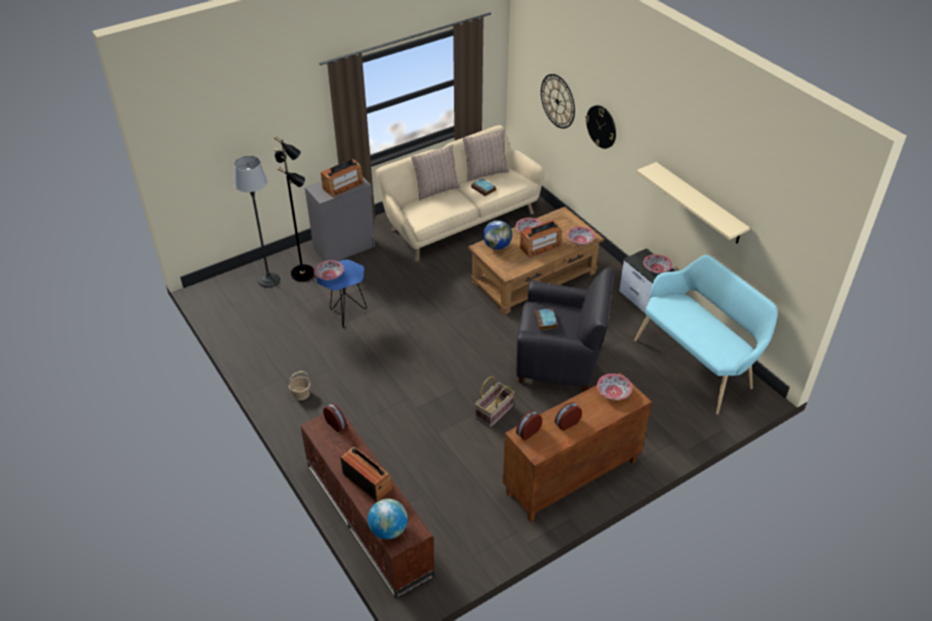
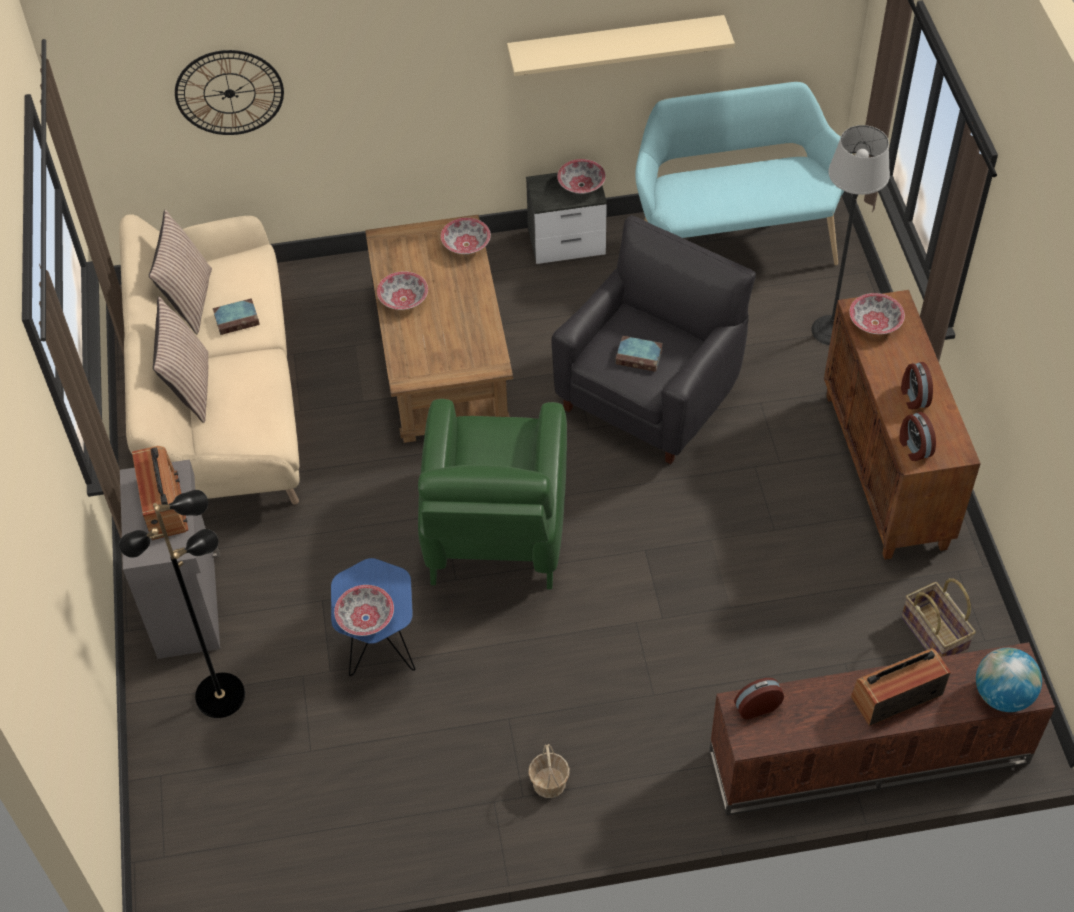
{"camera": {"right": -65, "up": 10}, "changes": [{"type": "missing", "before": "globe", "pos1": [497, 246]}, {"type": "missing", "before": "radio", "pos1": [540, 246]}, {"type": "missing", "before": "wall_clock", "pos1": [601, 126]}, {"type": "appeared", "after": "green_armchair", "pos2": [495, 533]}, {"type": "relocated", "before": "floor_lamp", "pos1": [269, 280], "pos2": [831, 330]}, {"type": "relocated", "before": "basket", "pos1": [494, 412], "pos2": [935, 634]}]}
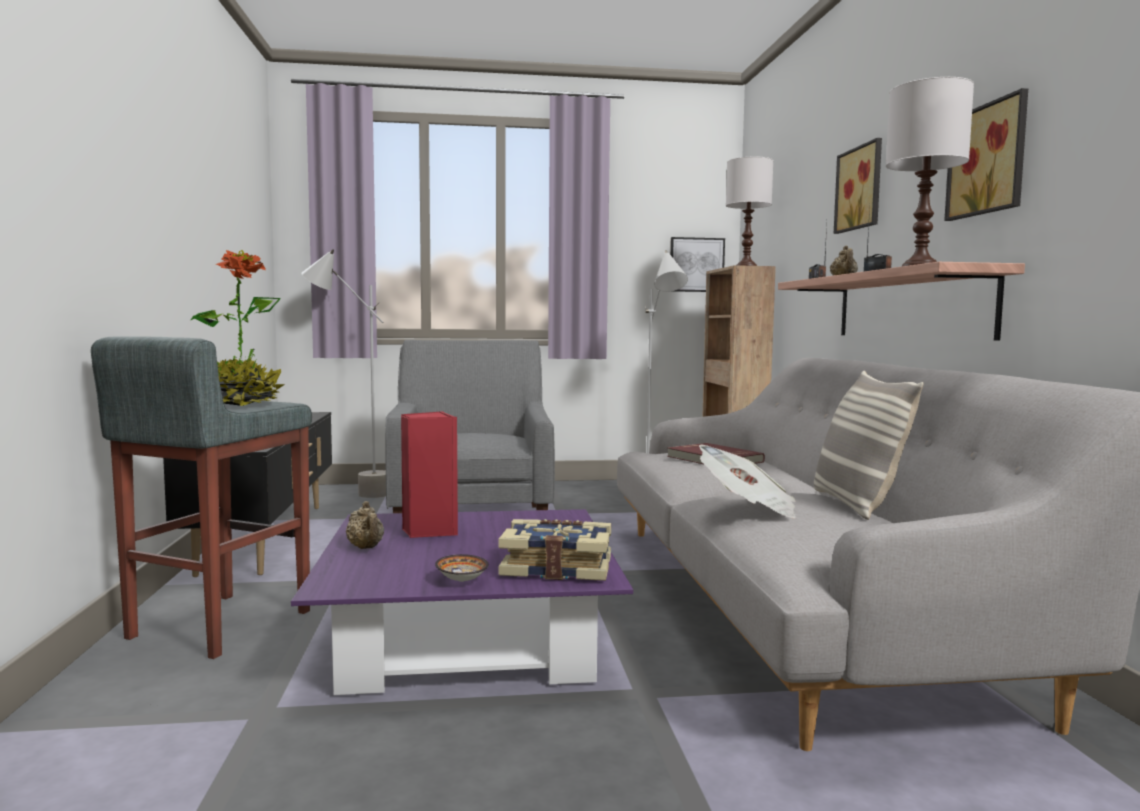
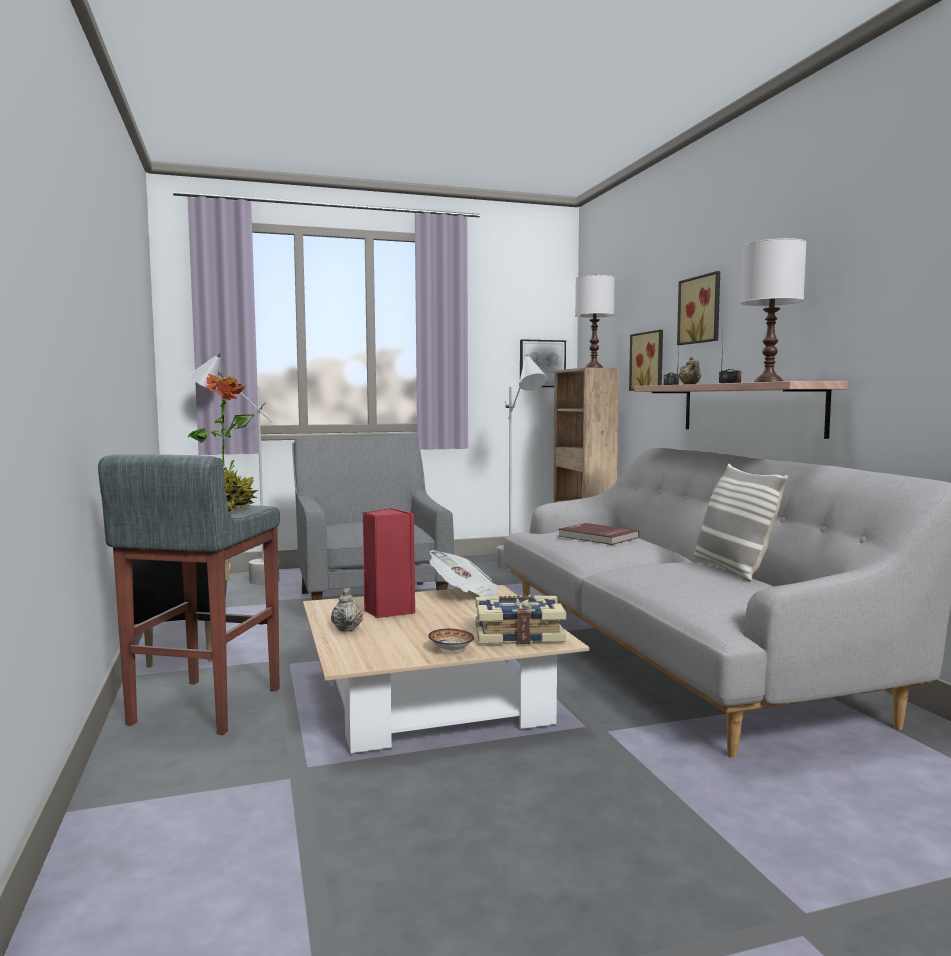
{"camera": {"right": -10, "up": 0}, "changes": [{"type": "relocated", "before": "newspaper", "pos1": [748, 508], "pos2": [465, 595]}, {"type": "relocated", "before": "picture", "pos1": [990, 160], "pos2": [649, 361]}, {"type": "colour", "before": "purple_coffee_table", "after": "beige_coffee_table", "pos1": [470, 637], "pos2": [433, 699]}, {"type": "spun", "before": "beige_teapot", "pos1": [366, 548], "pos2": [347, 629], "turn": -150}]}
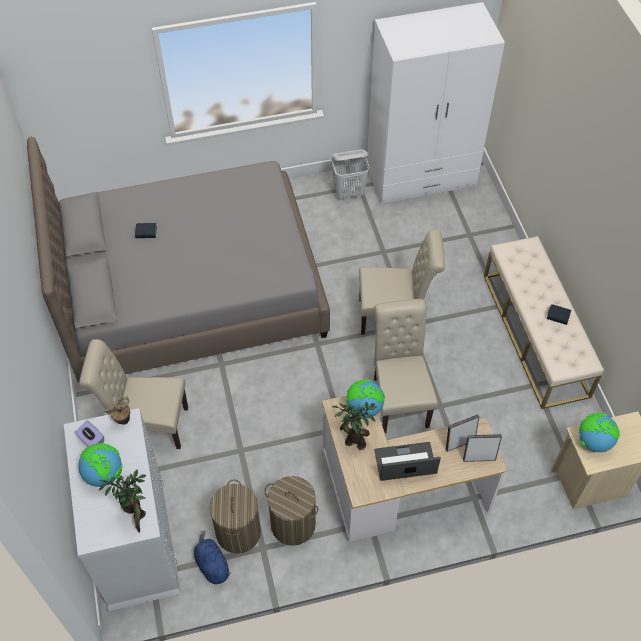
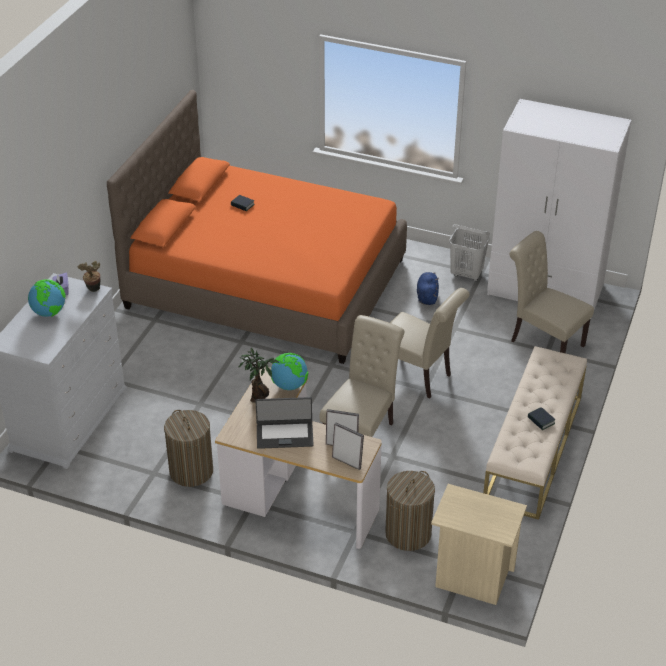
{"camera": {"right": 35, "up": -15}, "changes": [{"type": "missing", "before": "potted_plant", "pos1": [135, 514]}, {"type": "missing", "before": "globe", "pos1": [593, 441]}, {"type": "relocated", "before": "beige_chair", "pos1": [147, 425], "pos2": [543, 341]}, {"type": "relocated", "before": "blue_plush_toy", "pos1": [212, 564], "pos2": [427, 296]}, {"type": "relocated", "before": "laundry_basket", "pos1": [238, 532], "pos2": [408, 533]}, {"type": "colour", "before": "grey_bed", "after": "orange_bed", "pos1": [191, 290], "pos2": [266, 283]}, {"type": "spun", "before": "laptop", "pos1": [405, 463], "pos2": [284, 434], "turn": 150}]}
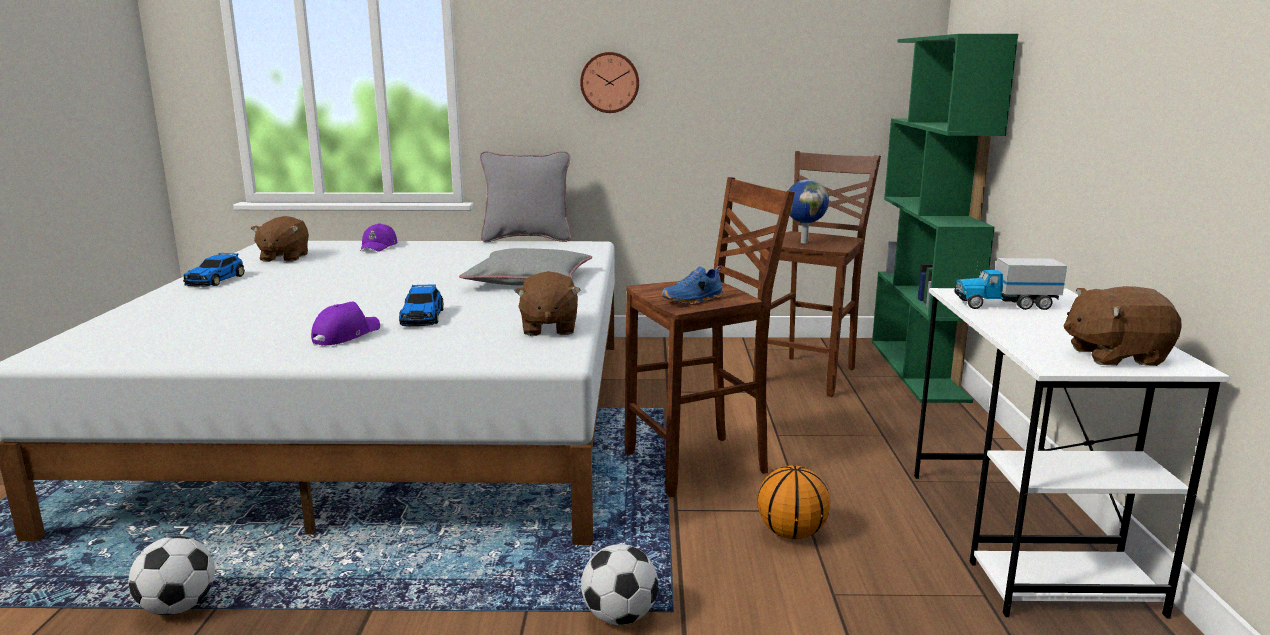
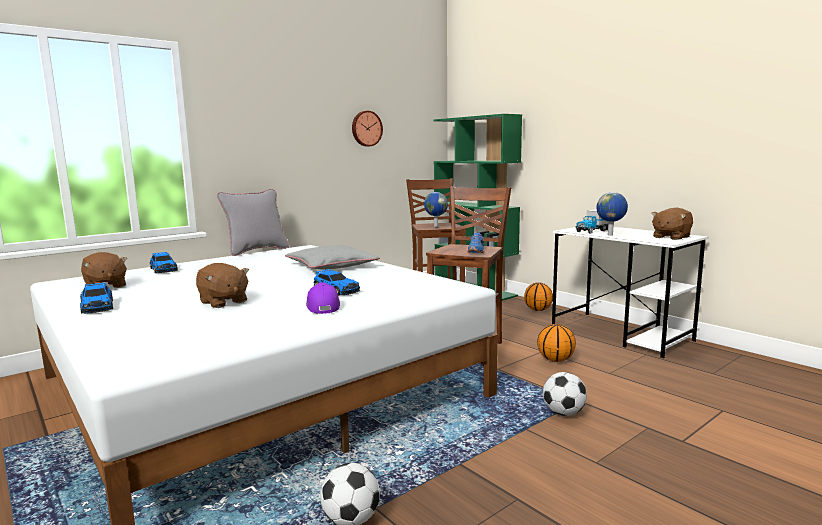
{"camera": {"right": -40, "up": -5}, "changes": [{"type": "appeared", "after": "basketball", "pos2": [538, 310]}, {"type": "appeared", "after": "globe", "pos2": [610, 235]}, {"type": "relocated", "before": "brown_plush_toy", "pos1": [548, 328], "pos2": [223, 302]}, {"type": "relocated", "before": "wall_clock", "pos1": [609, 82], "pos2": [366, 128]}, {"type": "exchanged", "before": "purple_cap", "after": "toy_car", "pos1": [379, 247], "pos2": [164, 269]}]}
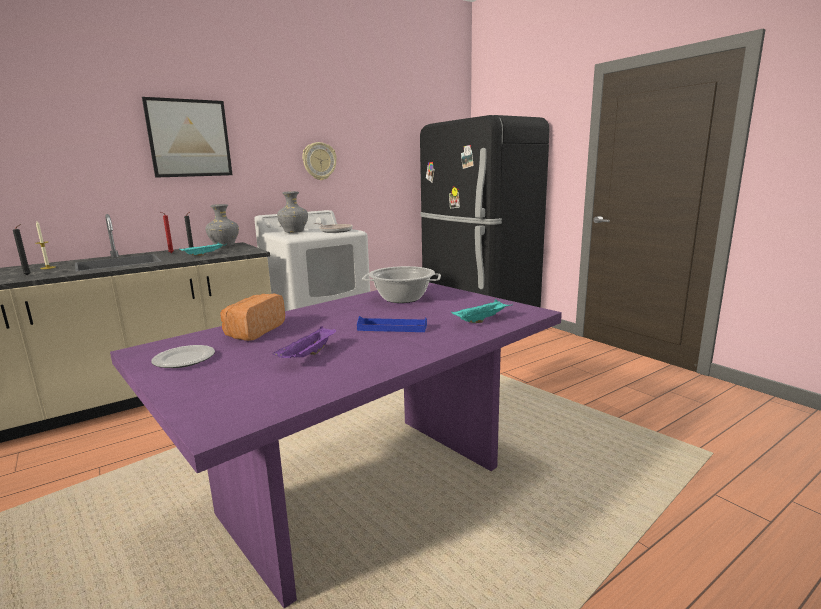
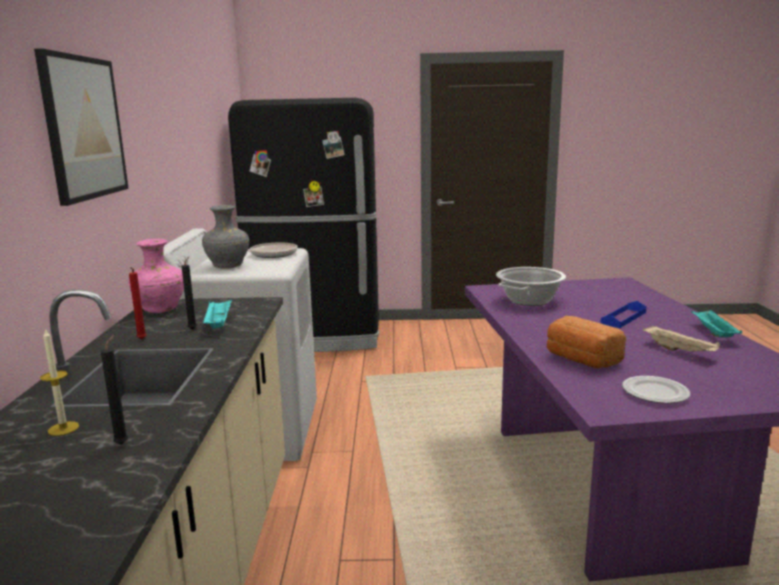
{"camera": {"right": -55, "up": 0}, "changes": [{"type": "missing", "before": "wall_clock", "pos1": [319, 161]}, {"type": "relocated", "before": "turquoise_tray", "pos1": [482, 320], "pos2": [713, 333]}, {"type": "colour", "before": "grey_vase", "after": "pink_vase", "pos1": [224, 246], "pos2": [160, 310]}, {"type": "colour", "before": "purple_tray", "after": "beige_tray", "pos1": [308, 356], "pos2": [680, 351]}]}
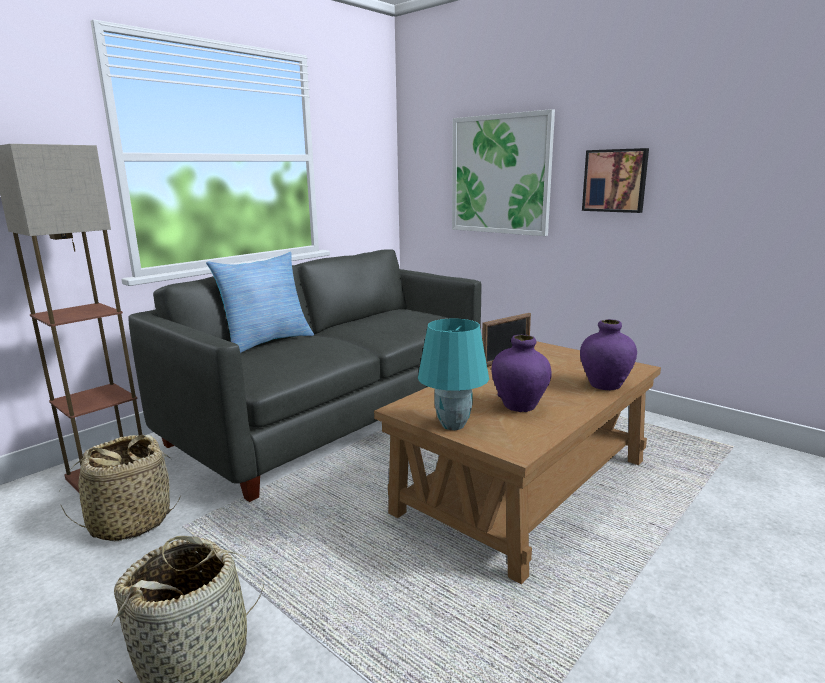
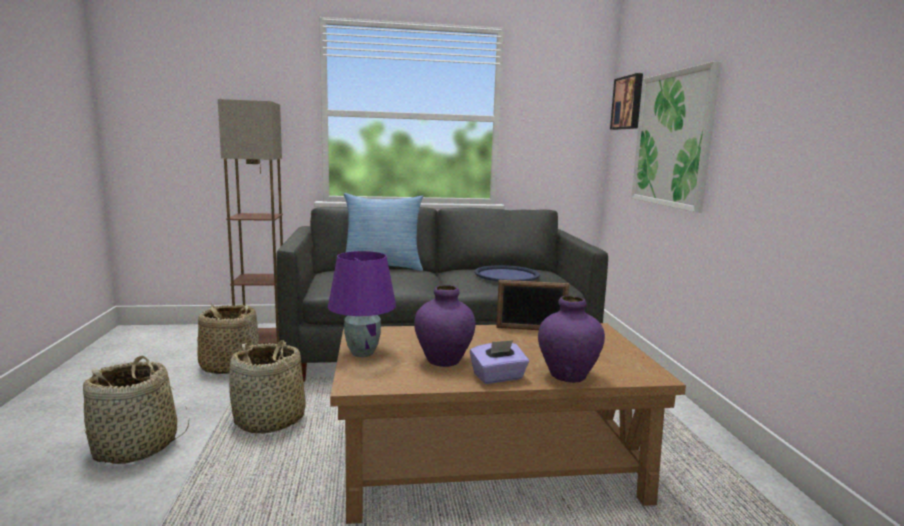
{"camera": {"right": 40, "up": -5}, "changes": [{"type": "appeared", "after": "basket", "pos2": [270, 420]}, {"type": "appeared", "after": "purple_tissue_box", "pos2": [498, 377]}, {"type": "appeared", "after": "blue_tray", "pos2": [506, 275]}, {"type": "relocated", "before": "picture", "pos1": [615, 180], "pos2": [628, 103]}, {"type": "colour", "before": "turquoise_table_lamp", "after": "purple_table_lamp", "pos1": [452, 425], "pos2": [362, 352]}]}
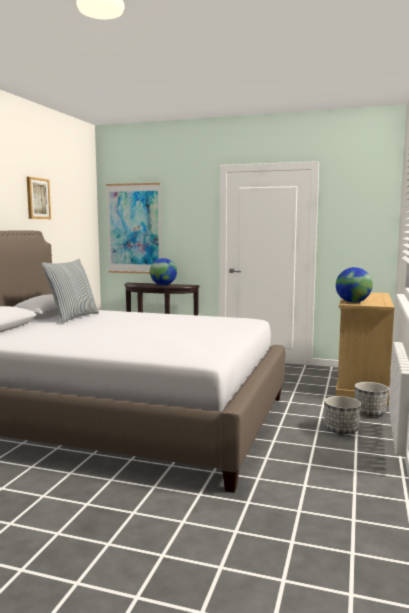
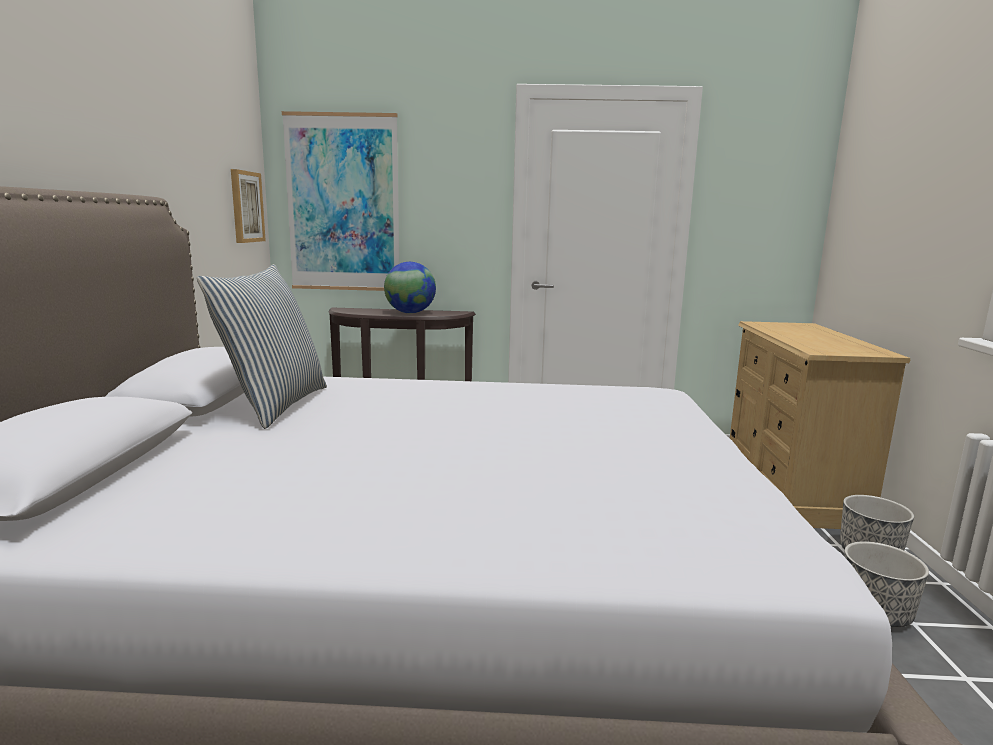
{"camera": {"right": -15, "up": 5}, "changes": [{"type": "missing", "before": "globe", "pos1": [353, 302]}, {"type": "relocated", "before": "picture", "pos1": [37, 198], "pos2": [246, 207]}]}
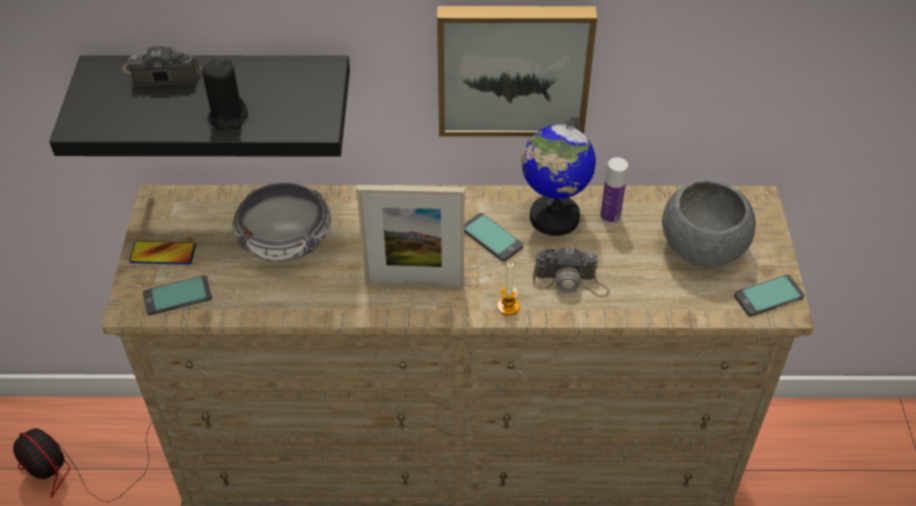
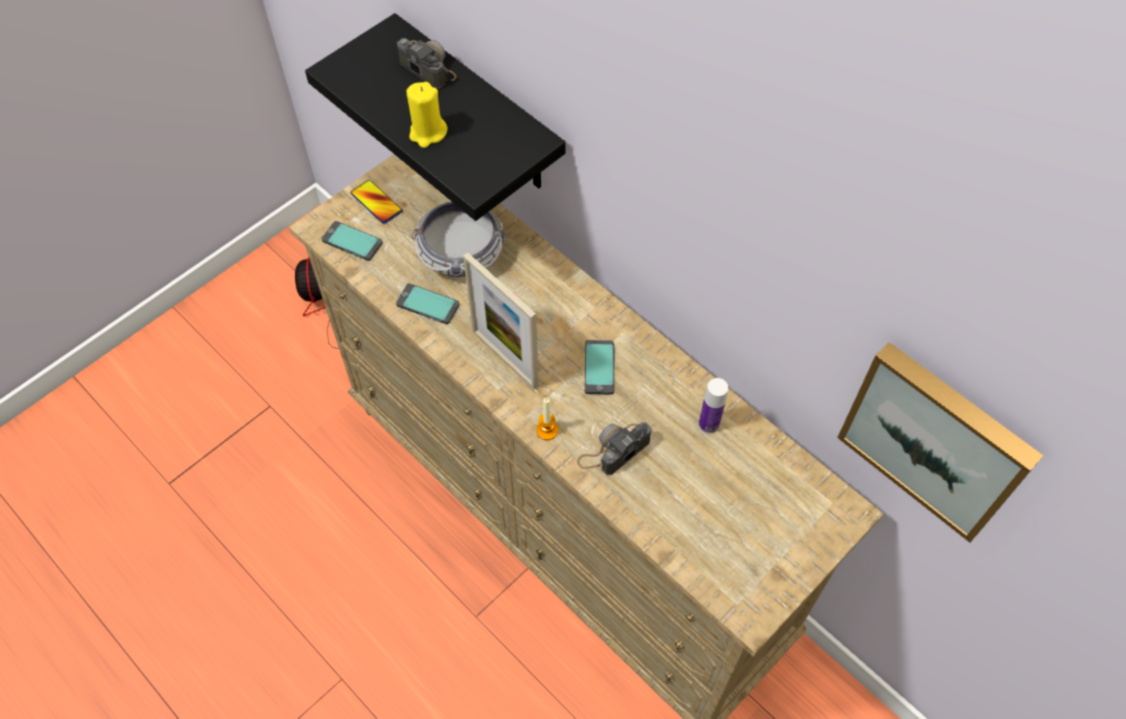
{"camera": {"right": 45, "up": 10}, "changes": [{"type": "missing", "before": "globe", "pos1": [553, 217]}, {"type": "missing", "before": "grey_bowl", "pos1": [701, 247]}, {"type": "relocated", "before": "picture", "pos1": [513, 68], "pos2": [937, 439]}, {"type": "relocated", "before": "phone", "pos1": [768, 297], "pos2": [427, 305]}, {"type": "colour", "before": "black_candle", "after": "yellow_candle", "pos1": [228, 116], "pos2": [427, 133]}, {"type": "spun", "before": "photo_camera", "pos1": [570, 282], "pos2": [614, 450], "turn": 90}]}
